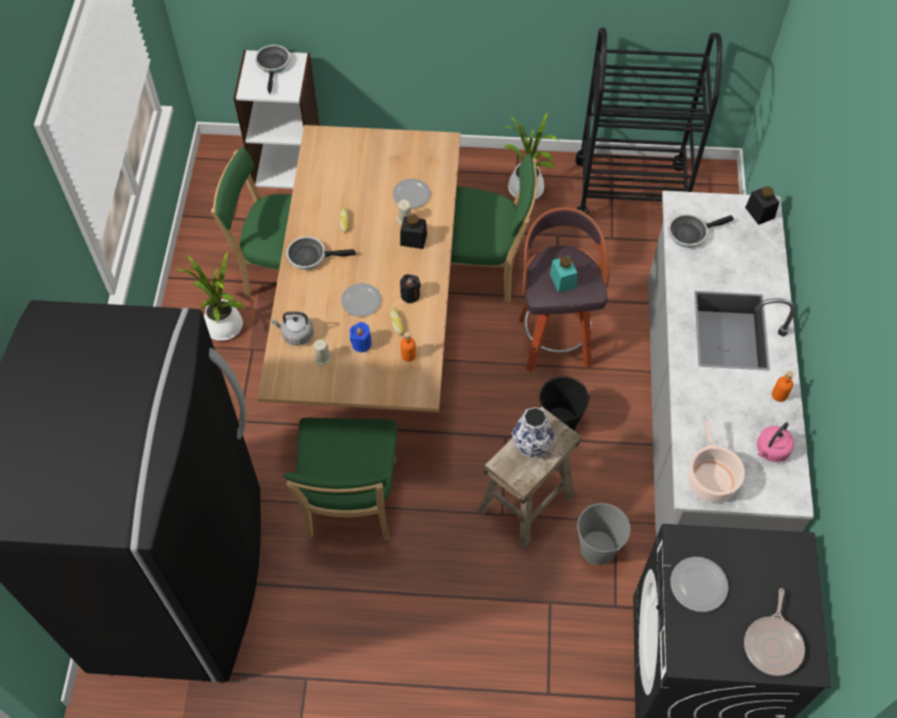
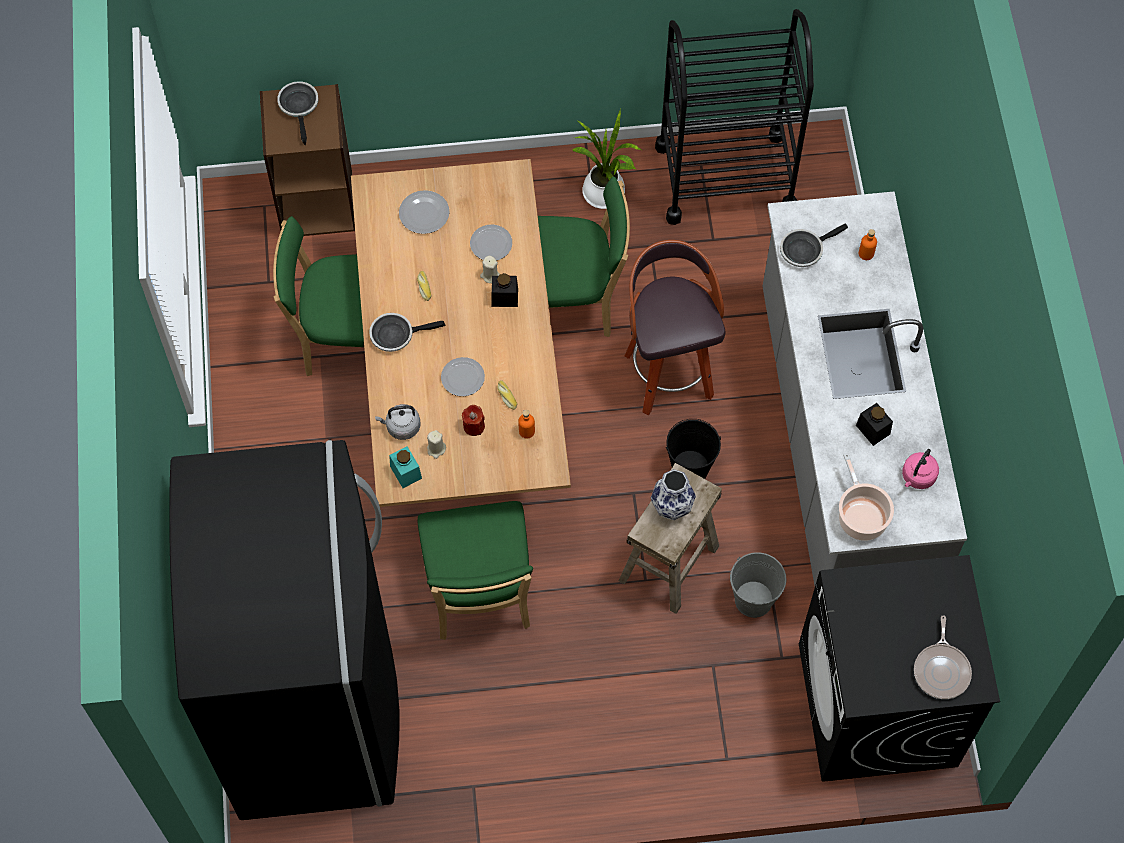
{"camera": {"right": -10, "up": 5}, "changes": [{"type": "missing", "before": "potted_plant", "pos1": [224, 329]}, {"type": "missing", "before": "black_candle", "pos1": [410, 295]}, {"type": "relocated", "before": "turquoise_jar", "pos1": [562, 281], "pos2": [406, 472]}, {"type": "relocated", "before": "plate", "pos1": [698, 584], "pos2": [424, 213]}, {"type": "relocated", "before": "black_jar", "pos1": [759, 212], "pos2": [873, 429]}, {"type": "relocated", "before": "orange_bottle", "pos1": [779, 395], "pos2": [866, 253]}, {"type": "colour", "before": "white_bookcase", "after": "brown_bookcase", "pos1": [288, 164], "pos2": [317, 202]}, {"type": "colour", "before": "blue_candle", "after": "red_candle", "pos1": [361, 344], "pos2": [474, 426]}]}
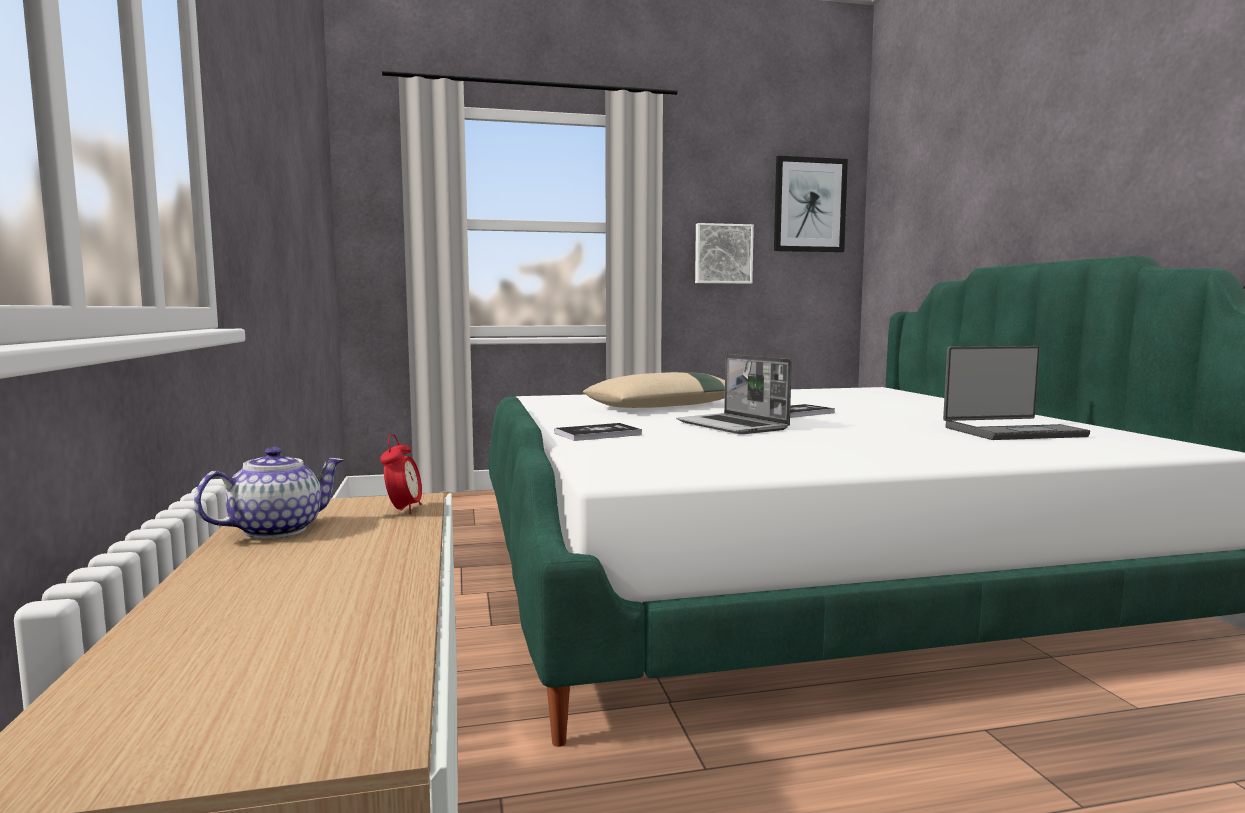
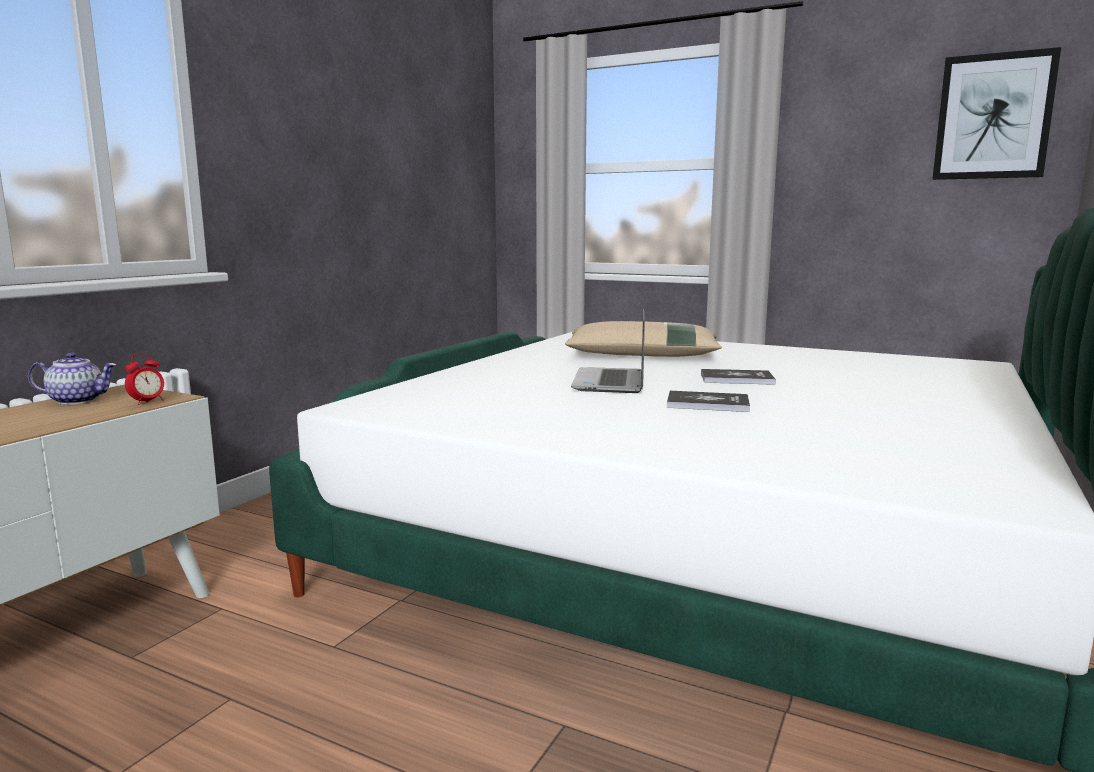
{"camera": {"right": 40, "up": 5}, "changes": [{"type": "missing", "before": "picture", "pos1": [723, 254]}, {"type": "missing", "before": "laptop", "pos1": [1011, 432]}, {"type": "relocated", "before": "book", "pos1": [598, 434], "pos2": [707, 403]}]}
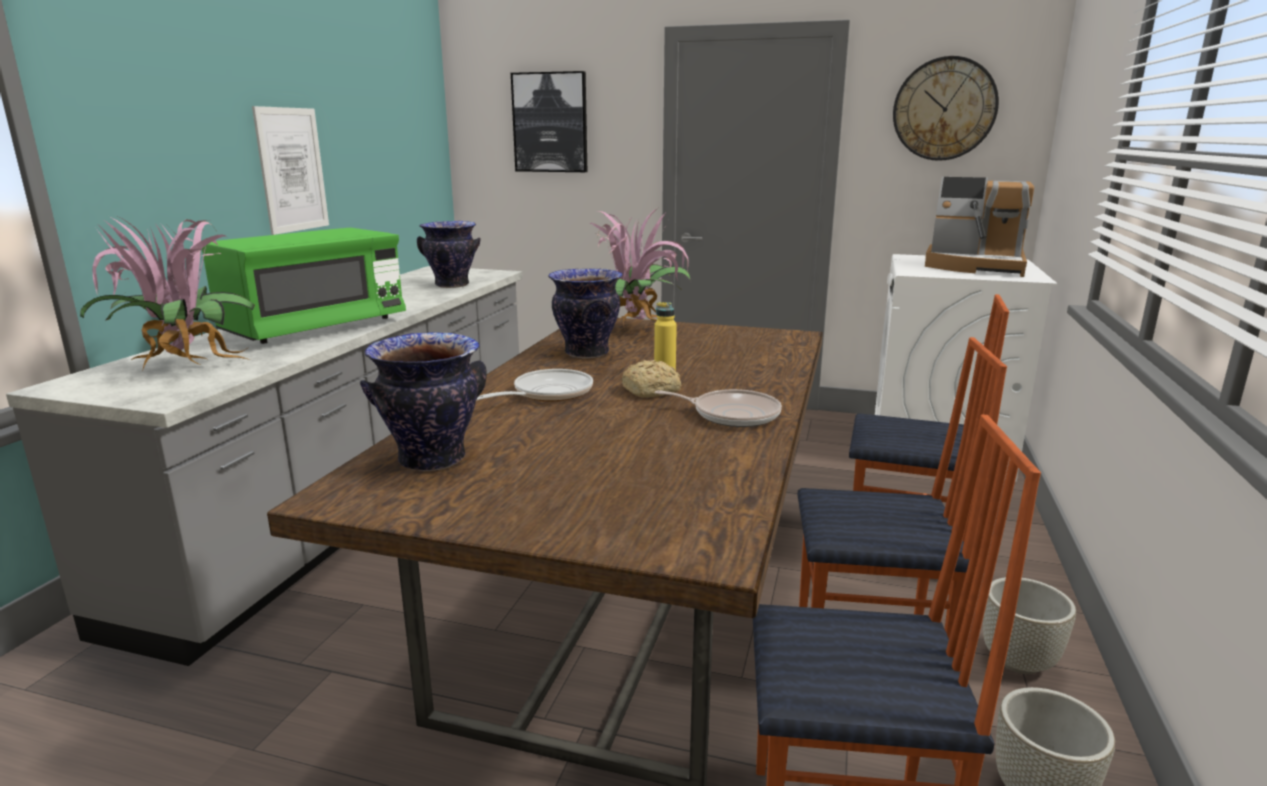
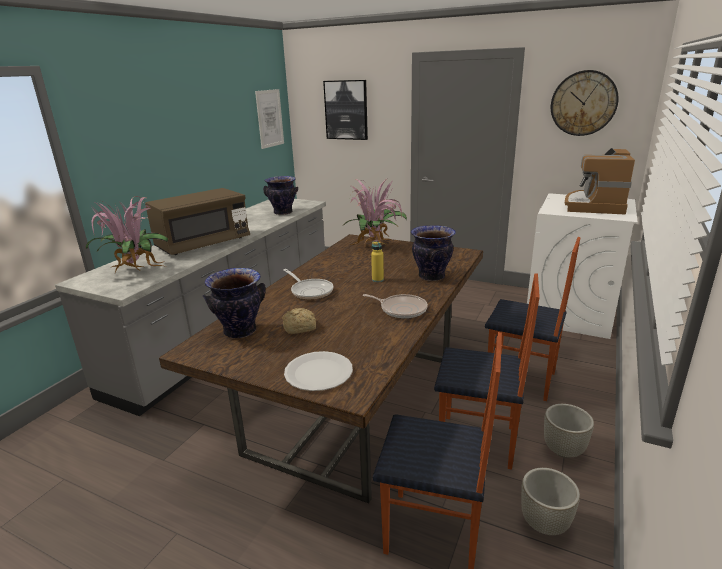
{"camera": {"right": 10, "up": 5}, "changes": [{"type": "appeared", "after": "white_plate", "pos2": [319, 372]}, {"type": "relocated", "before": "picture", "pos1": [292, 170], "pos2": [269, 118]}, {"type": "relocated", "before": "vase", "pos1": [586, 353], "pos2": [431, 276]}, {"type": "relocated", "before": "bread", "pos1": [652, 391], "pos2": [300, 327]}, {"type": "colour", "before": "green_microwave", "after": "brown_microwave", "pos1": [315, 327], "pos2": [203, 244]}, {"type": "spun", "before": "frying_pan", "pos1": [547, 393], "pos2": [310, 291], "turn": 90}, {"type": "spun", "before": "coffee_machine", "pos1": [975, 267], "pos2": [594, 206], "turn": 75}]}
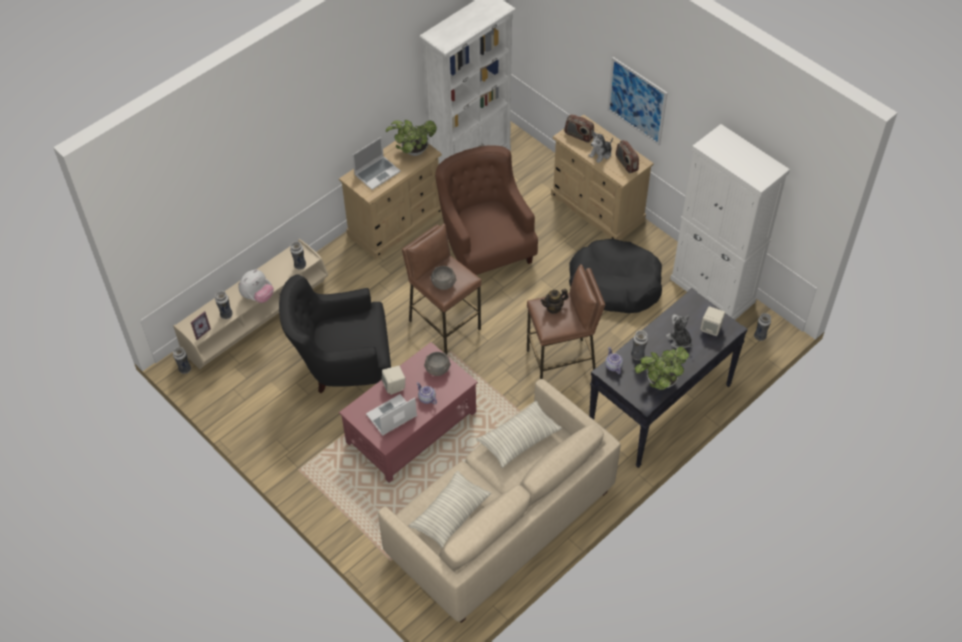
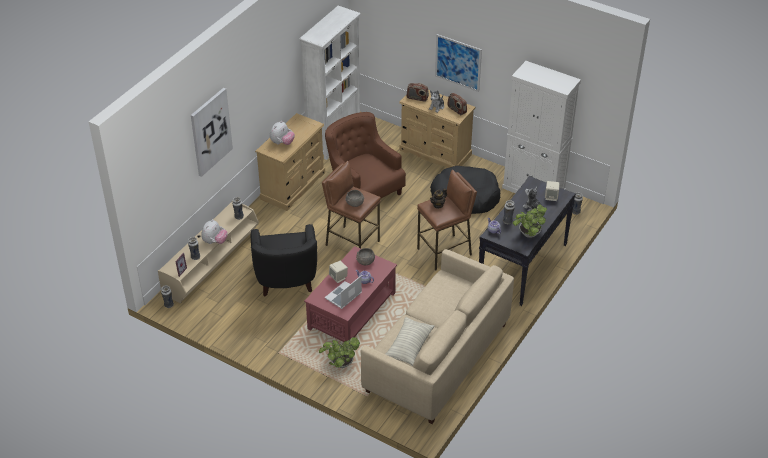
{"camera": {"right": -15, "up": -10}, "changes": [{"type": "missing", "before": "pillow", "pos1": [519, 439]}, {"type": "appeared", "after": "picture", "pos2": [210, 131]}, {"type": "relocated", "before": "potted_plant", "pos1": [413, 151], "pos2": [340, 364]}, {"type": "exchanged", "before": "laptop", "after": "plush_toy", "pos1": [377, 173], "pos2": [282, 143]}, {"type": "spun", "before": "black_armchair", "pos1": [342, 363], "pos2": [286, 280], "turn": -75}]}
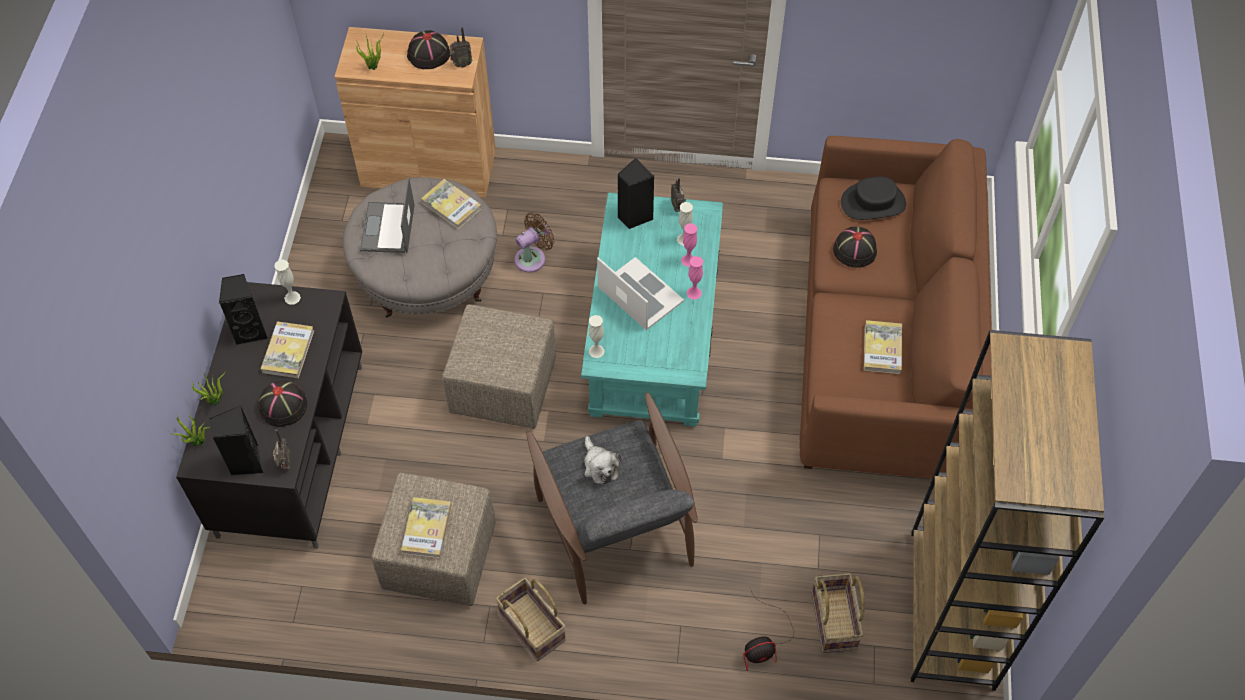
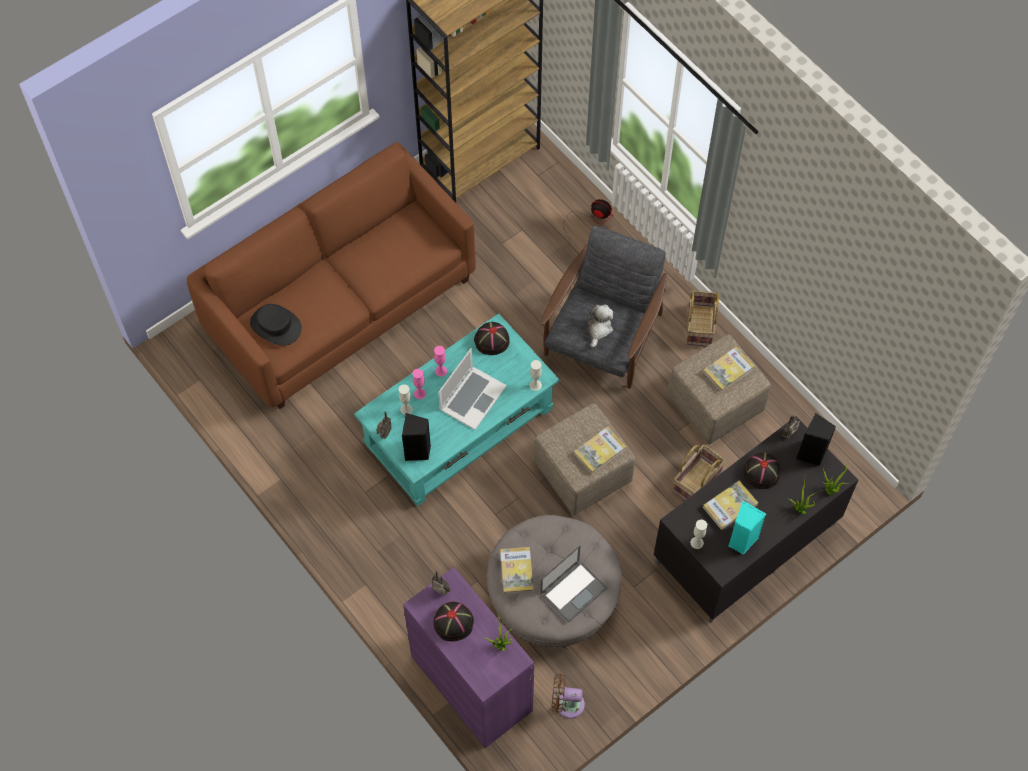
{"camera": {"right": -135, "up": 5}, "changes": [{"type": "relocated", "before": "brown_fan", "pos1": [533, 258], "pos2": [566, 704]}, {"type": "relocated", "before": "basket", "pos1": [835, 621], "pos2": [696, 481]}, {"type": "relocated", "before": "black_hat", "pos1": [855, 249], "pos2": [491, 340]}, {"type": "relocated", "before": "book", "pos1": [882, 349], "pos2": [599, 451]}, {"type": "colour", "before": "black_speaker", "after": "turquoise_speaker", "pos1": [251, 331], "pos2": [741, 540]}, {"type": "colour", "before": "brown_cabinet", "after": "purple_cabinet", "pos1": [428, 167], "pos2": [471, 683]}, {"type": "spun", "before": "laptop", "pos1": [639, 294], "pos2": [472, 397], "turn": -150}]}
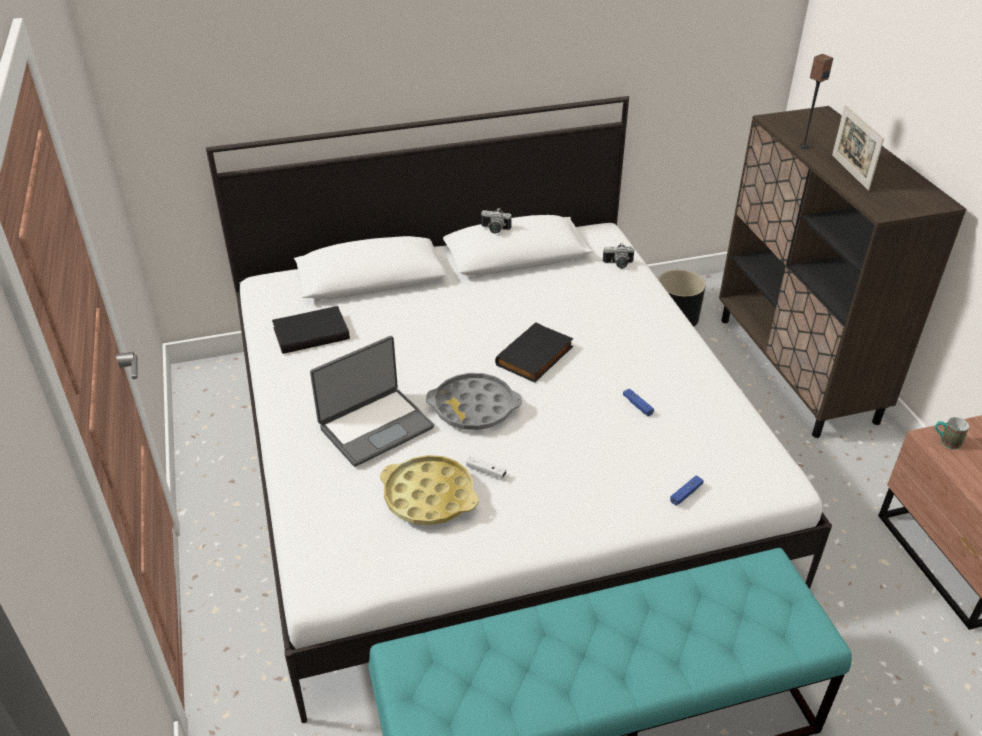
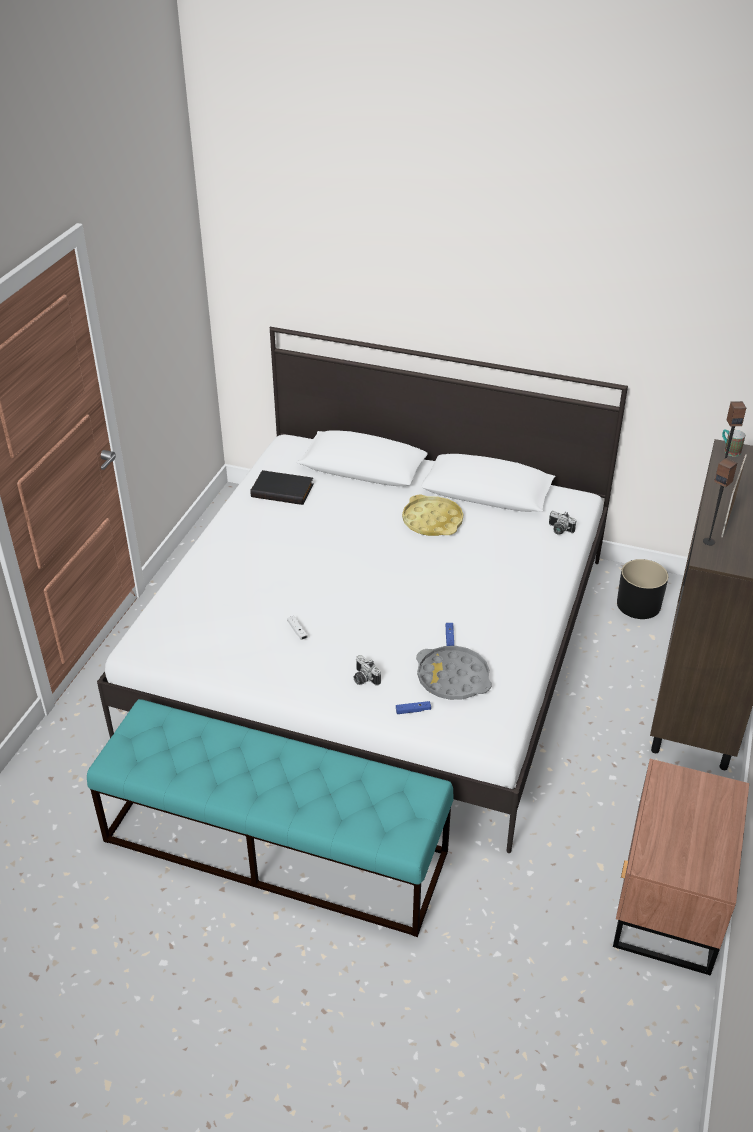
{"camera": {"right": 35, "up": 0}, "changes": [{"type": "missing", "before": "laptop", "pos1": [375, 426]}, {"type": "missing", "before": "black_book", "pos1": [536, 357]}, {"type": "appeared", "after": "speaker", "pos2": [709, 541]}, {"type": "relocated", "before": "yellow_tray", "pos1": [429, 496], "pos2": [432, 521]}, {"type": "relocated", "before": "grey_tray", "pos1": [474, 407], "pos2": [452, 678]}, {"type": "relocated", "before": "photo_camera", "pos1": [494, 230], "pos2": [363, 679]}, {"type": "relocated", "before": "mug", "pos1": [945, 441], "pos2": [729, 450]}]}
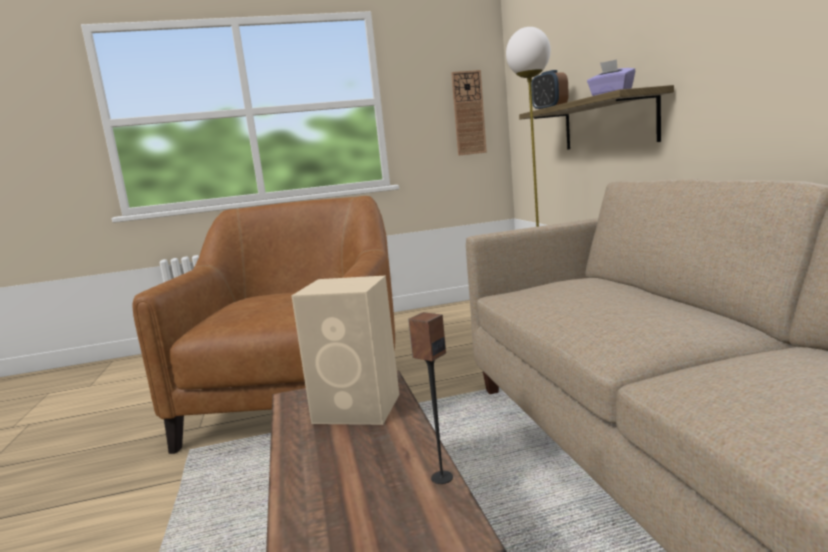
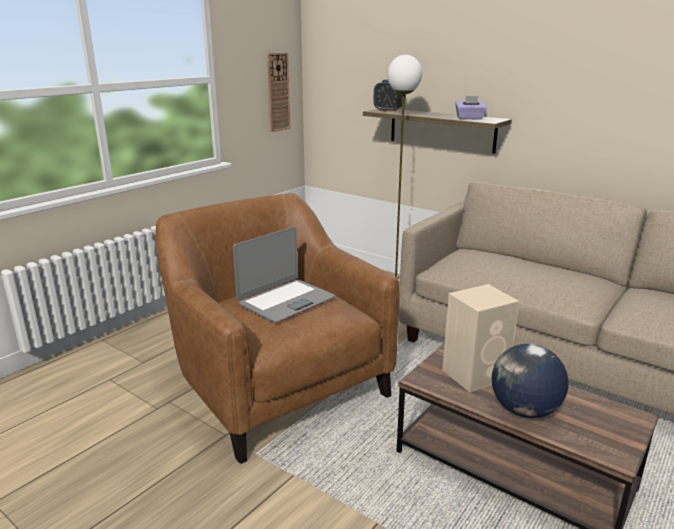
{"camera": {"right": -40, "up": 10}, "changes": [{"type": "missing", "before": "speaker", "pos1": [441, 477]}, {"type": "appeared", "after": "laptop", "pos2": [286, 301]}, {"type": "appeared", "after": "globe", "pos2": [524, 411]}]}
